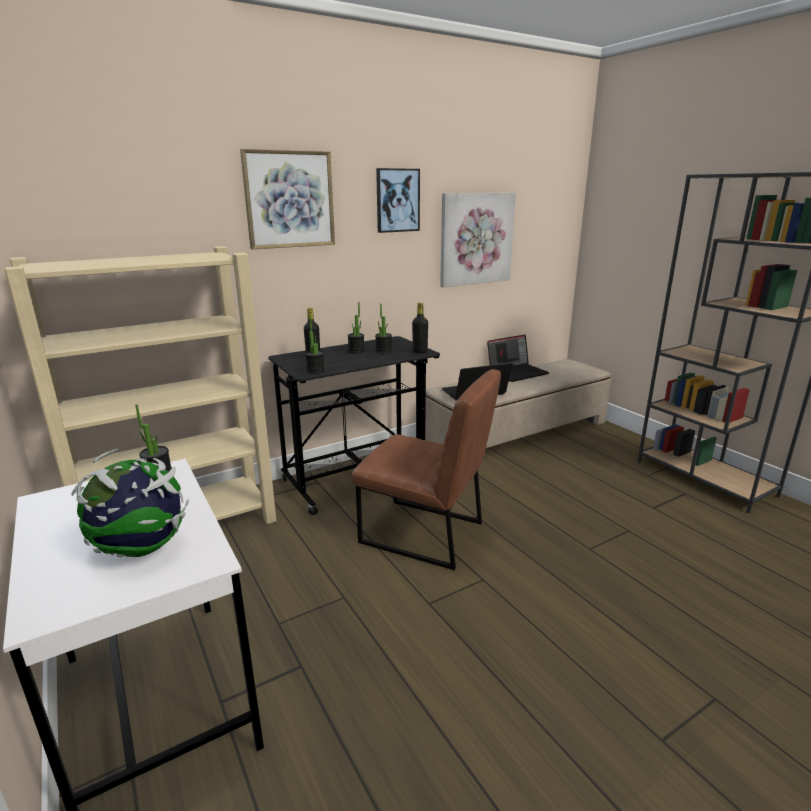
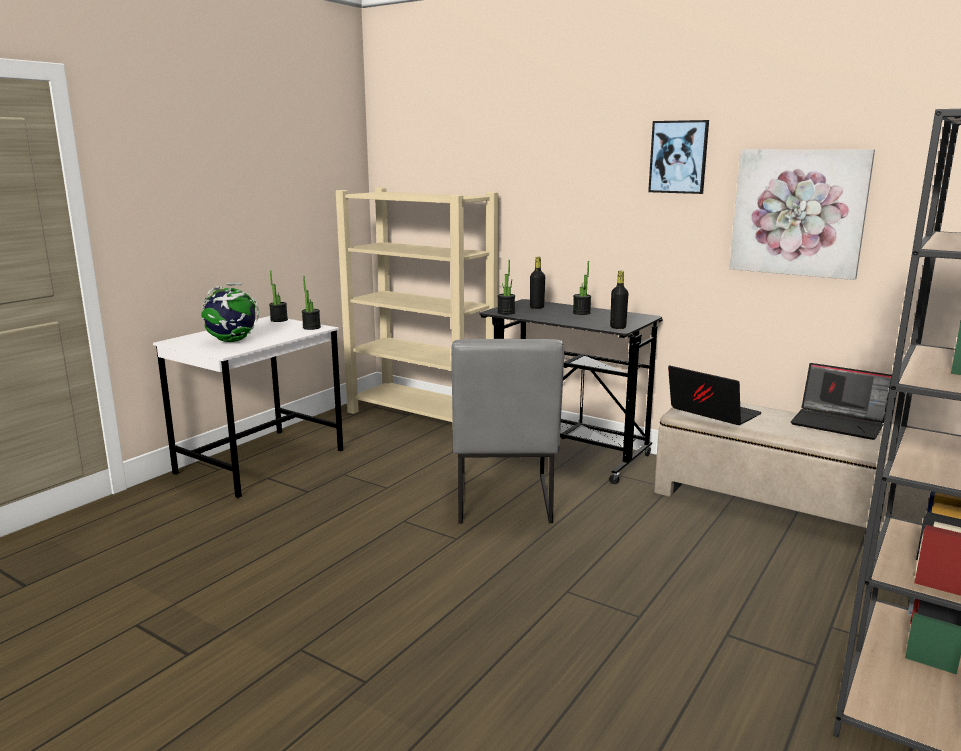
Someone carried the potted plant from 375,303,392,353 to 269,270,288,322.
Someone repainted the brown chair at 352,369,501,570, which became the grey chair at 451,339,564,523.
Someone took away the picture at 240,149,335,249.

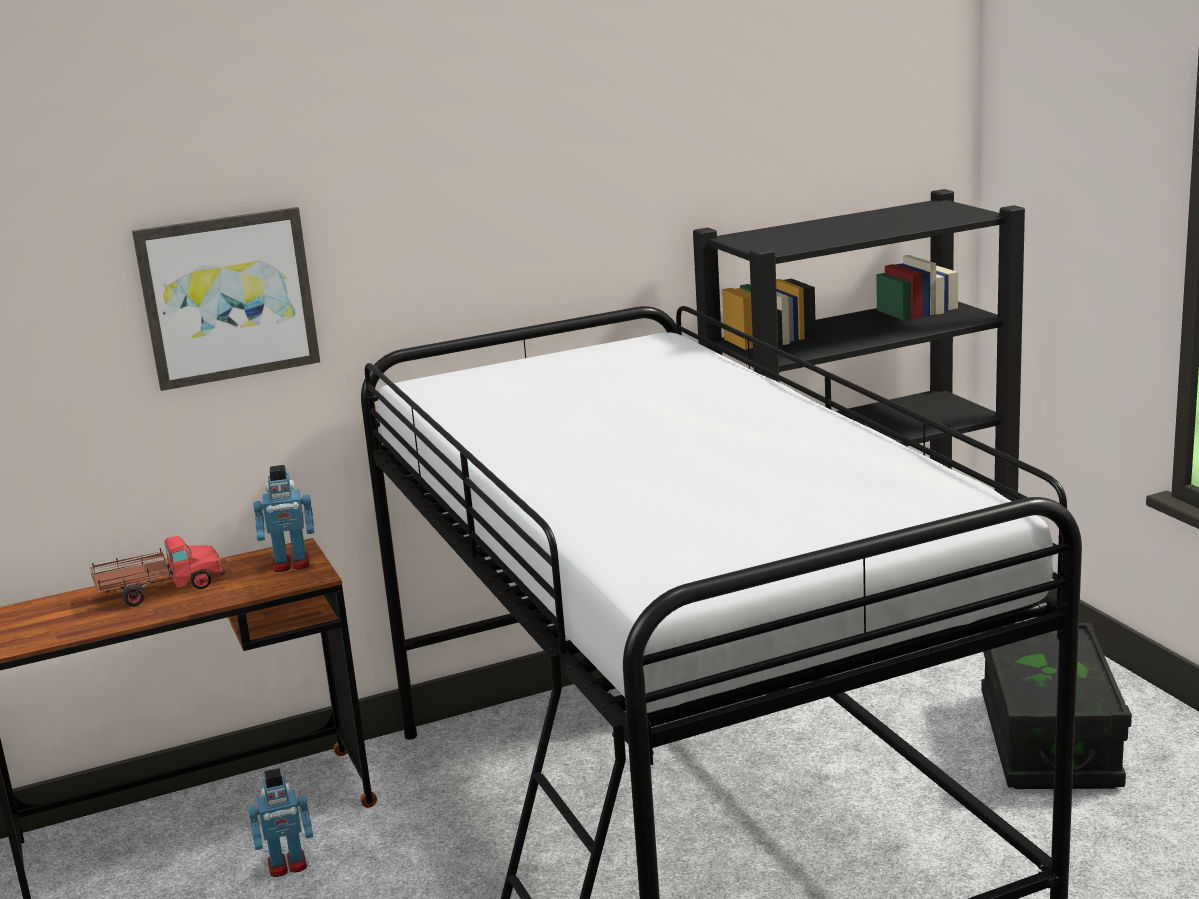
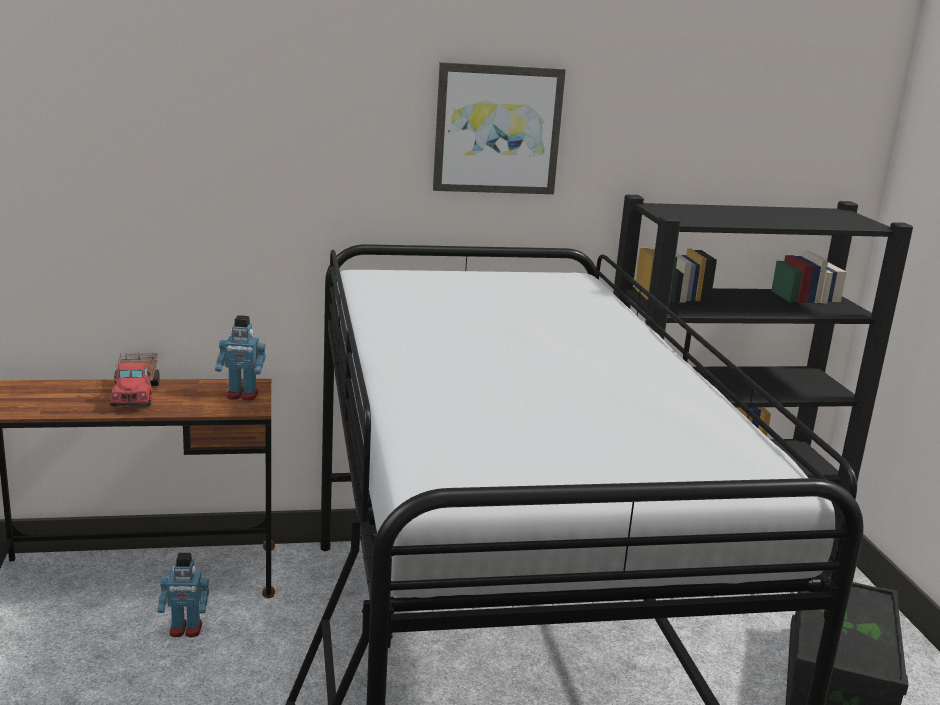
Someone rotated the toy truck at 90,536,225,606 by 90 degrees clockwise.
Someone carried the picture from 132,207,320,391 to 433,62,566,194.

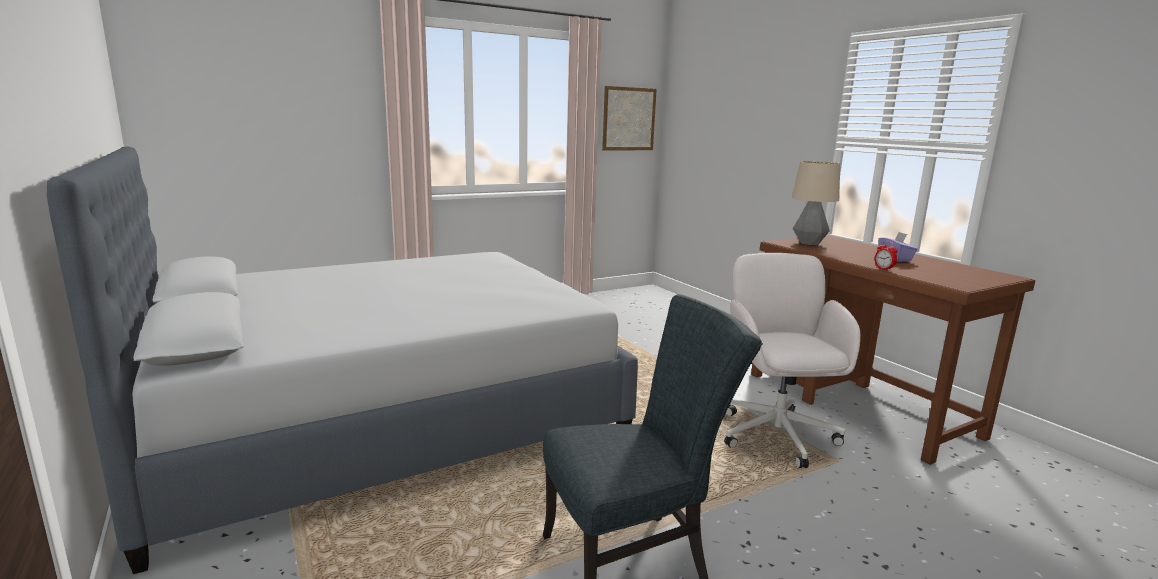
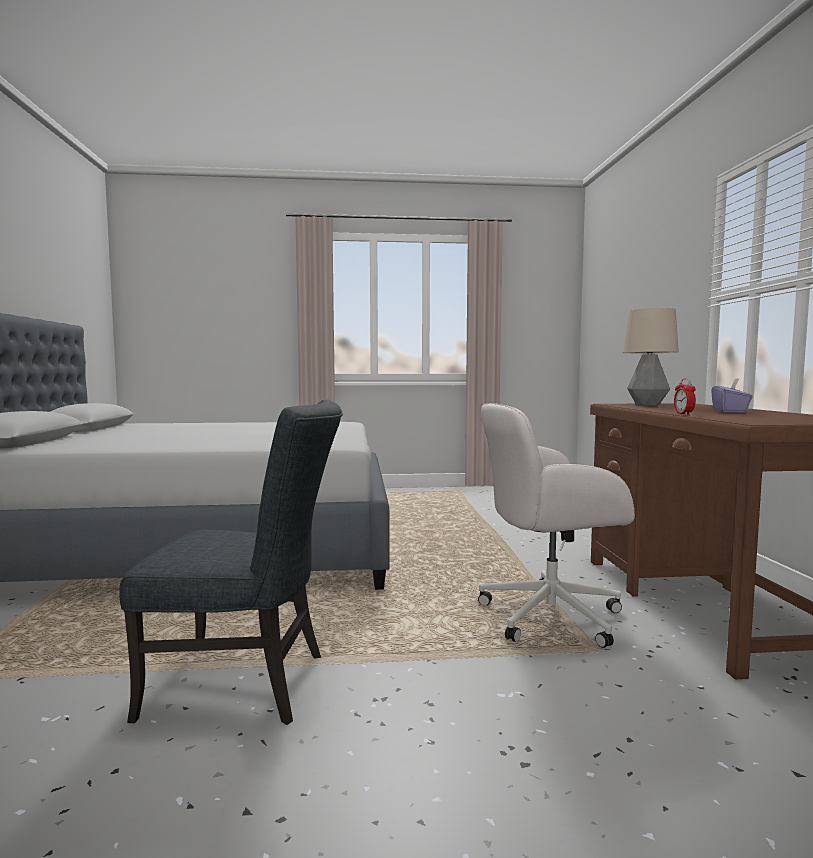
Someone rotated the white office chair at 724,253,861,468 by 120 degrees counterclockwise.
Someone took away the picture at 602,86,657,150.

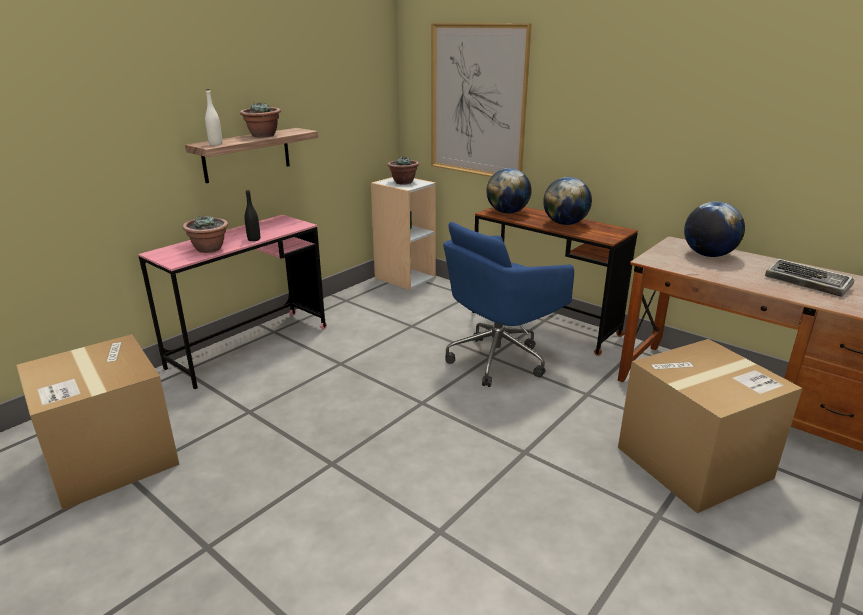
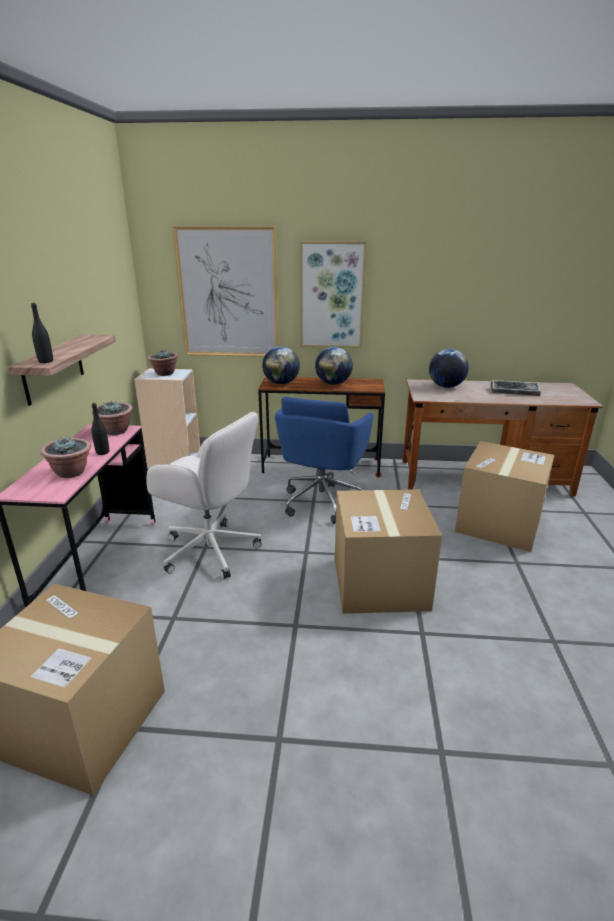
Someone repainted the white bottle at 205,89,222,146, which became the black bottle at 31,303,53,363.
Someone carried the potted plant from 240,102,281,138 to 92,401,133,435.
Someone put down the white office chair at 146,412,262,579.
Someone put up the picture at 300,241,367,348.
Someone put down the cardboard box at 335,489,442,614.

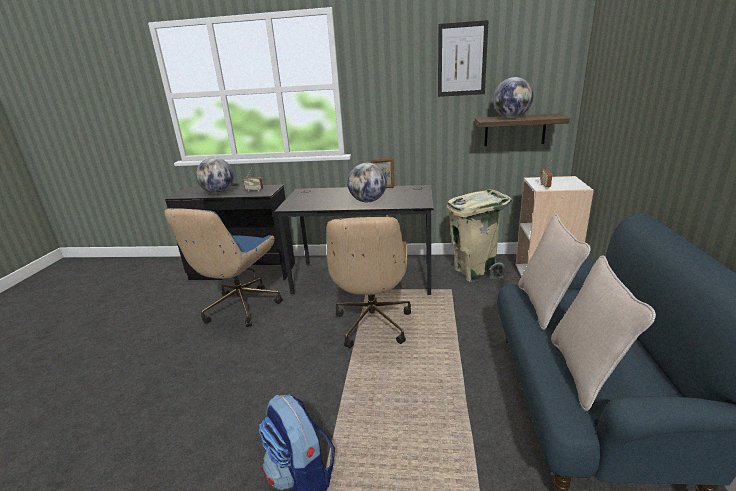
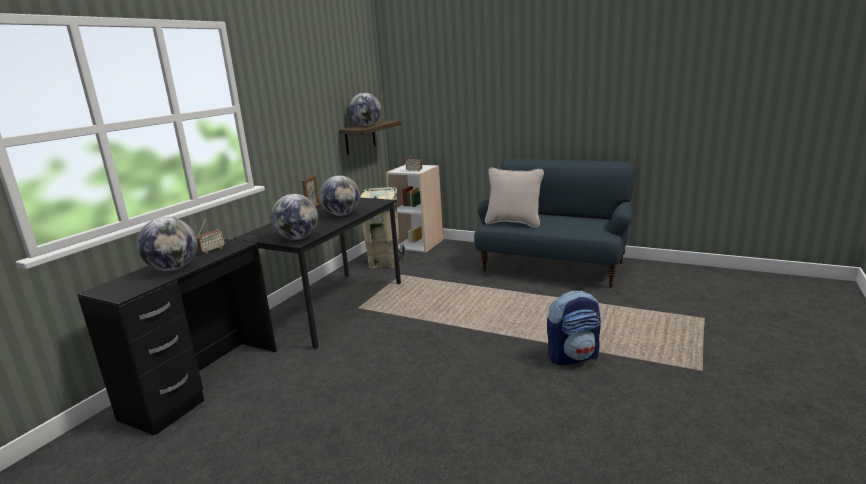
Someone put down the globe at 271,194,318,240.
Someone took away the blue office chair at 164,208,283,327.
Someone took away the brown office chair at 327,217,411,348.
Someone took away the picture at 438,20,489,97.
Someone took away the beige pillow at 551,255,656,411.

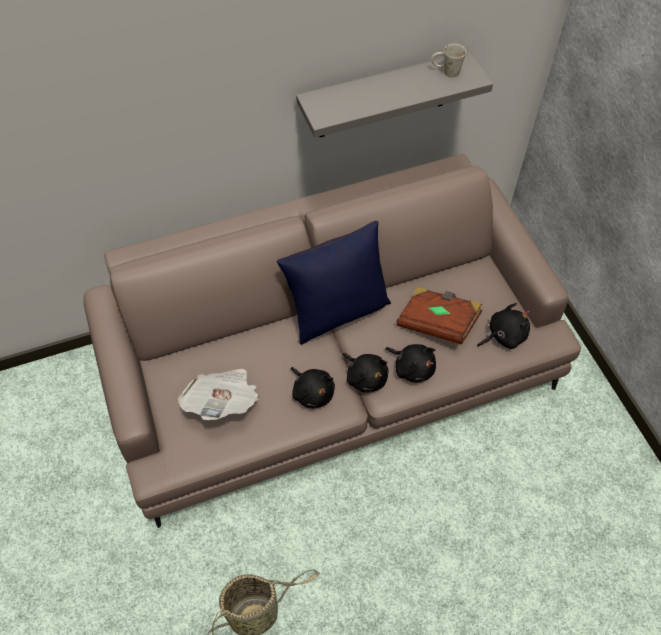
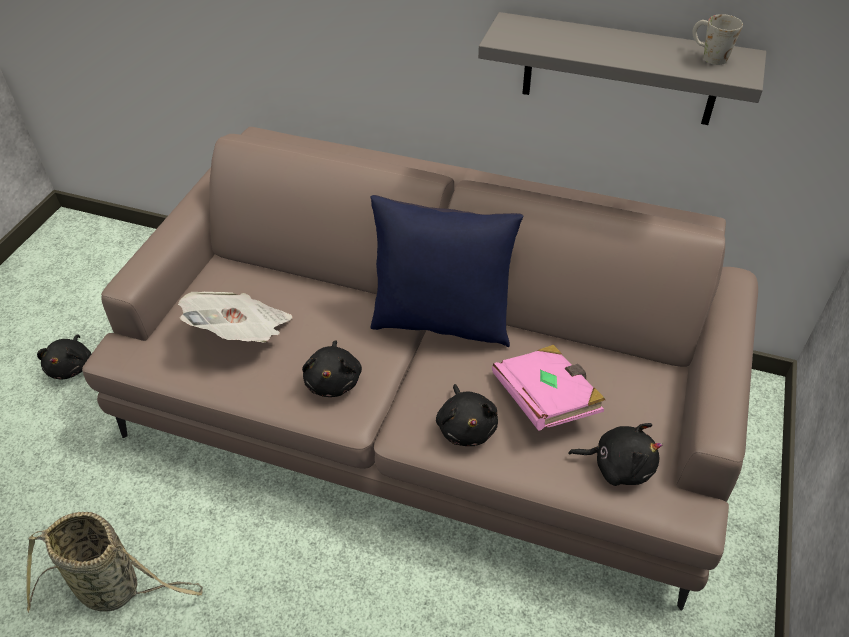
Someone carried the black plush toy from 343,353,388,393 to 37,334,92,379.
Someone repainted the brown book at 396,287,482,344, which became the pink book at 492,345,605,431.

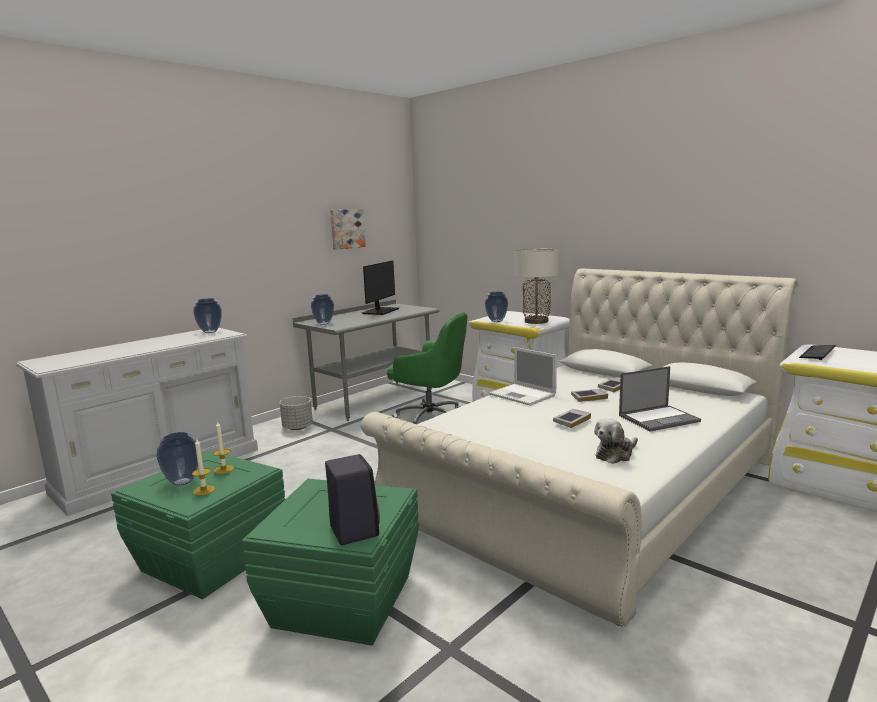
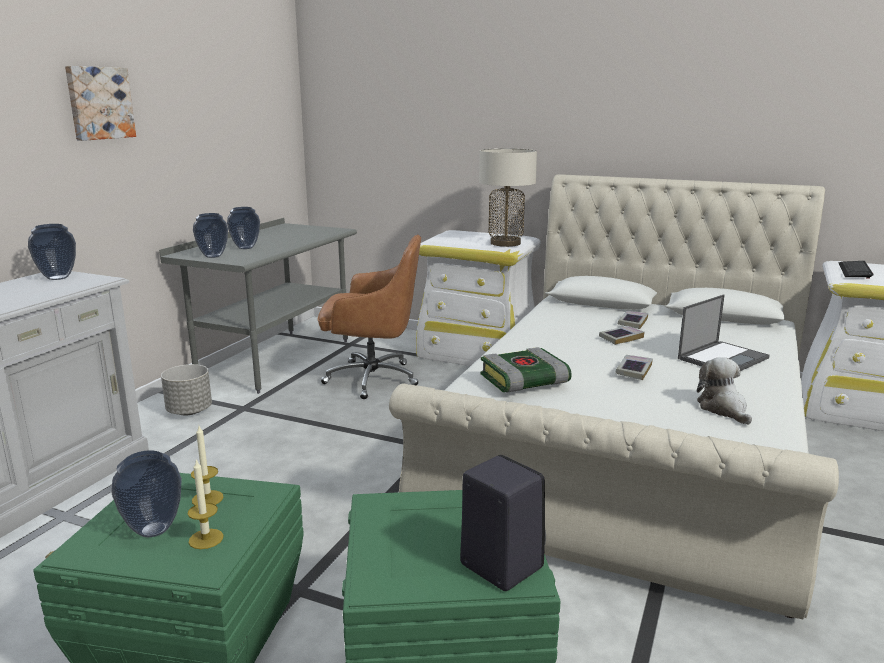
Someone carried the picture from 330,209,366,250 to 65,66,136,141.
Someone carried the vase from 485,292,508,322 to 227,207,260,249.
Someone repainted the green office chair at 386,312,468,424, which became the brown office chair at 318,234,421,399.
Someone put down the book at 480,347,571,393.
Someone rotated the plush toy at 594,418,638,464 by 135 degrees clockwise.
Someone took away the monitor at 362,260,399,315.
Someone took away the laptop at 489,347,557,406.

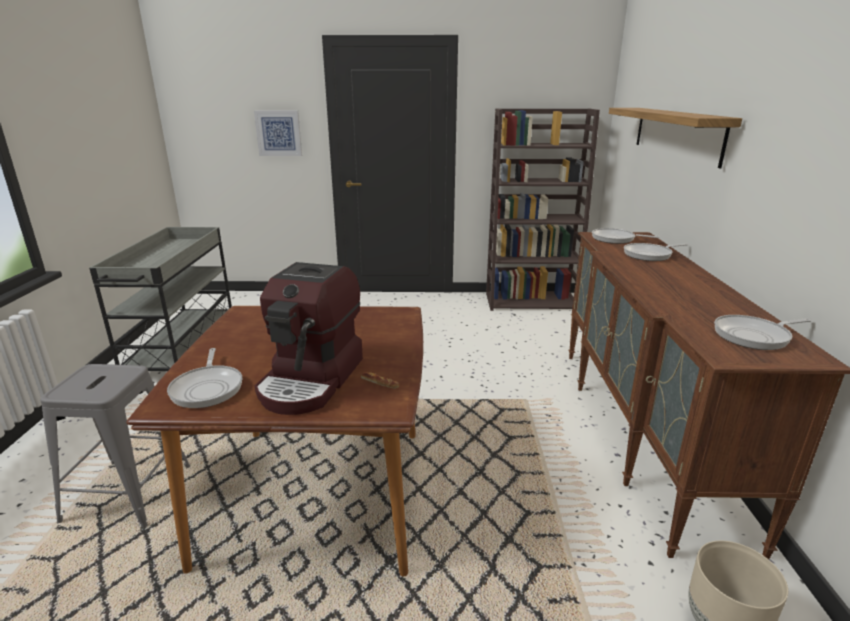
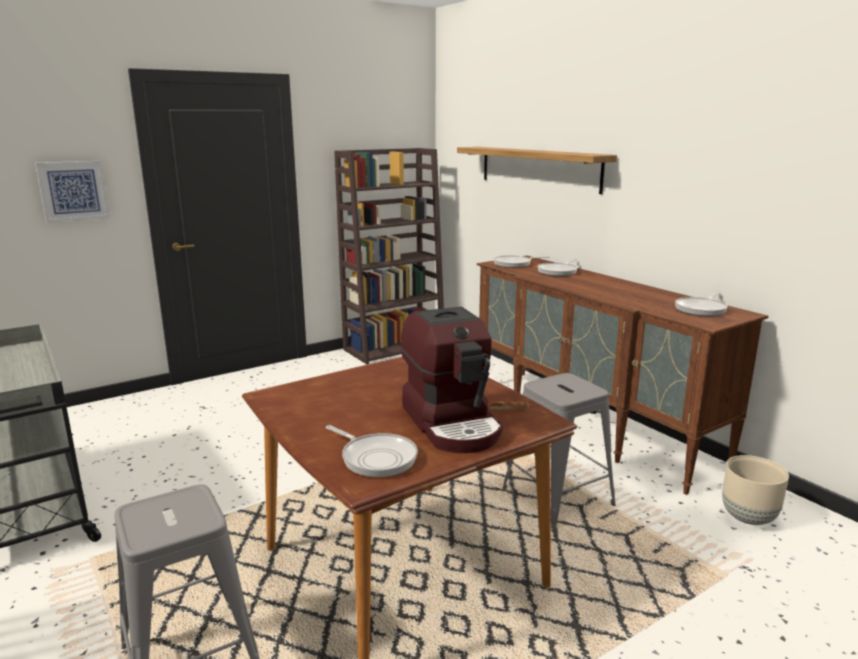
Someone put down the grey stool at 502,373,616,529.

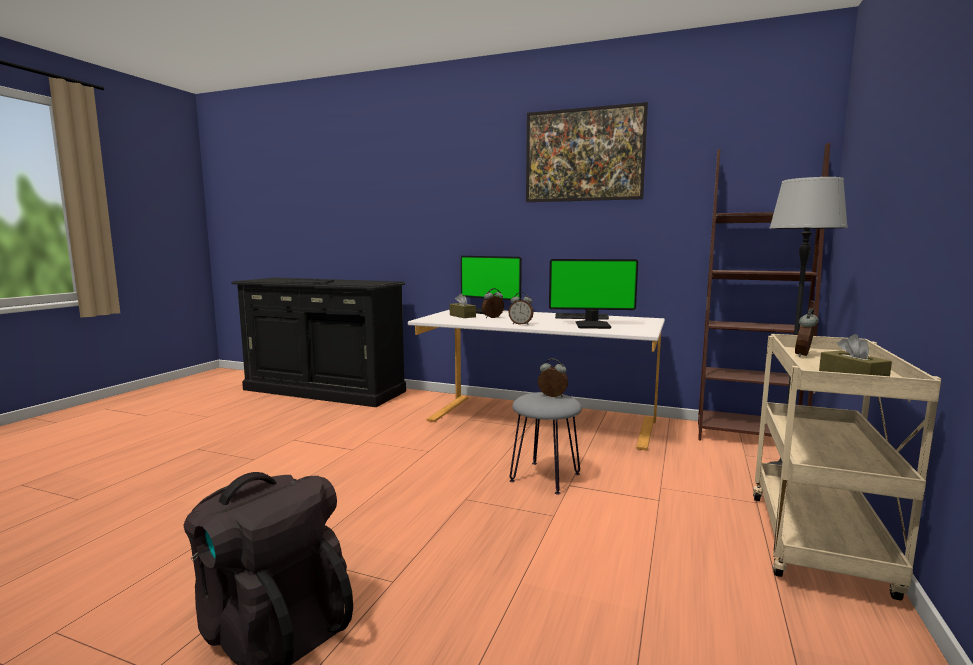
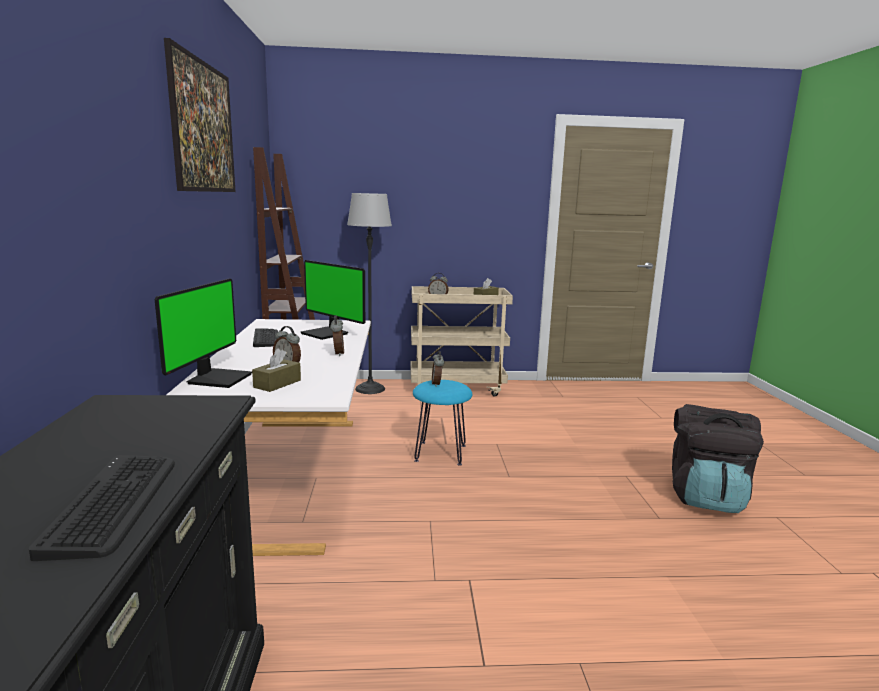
Someone rotated the monitor at 549,259,638,329 by 150 degrees clockwise.
Someone repainted the grey stool at 510,392,582,495, which became the turquoise stool at 413,380,472,466.

